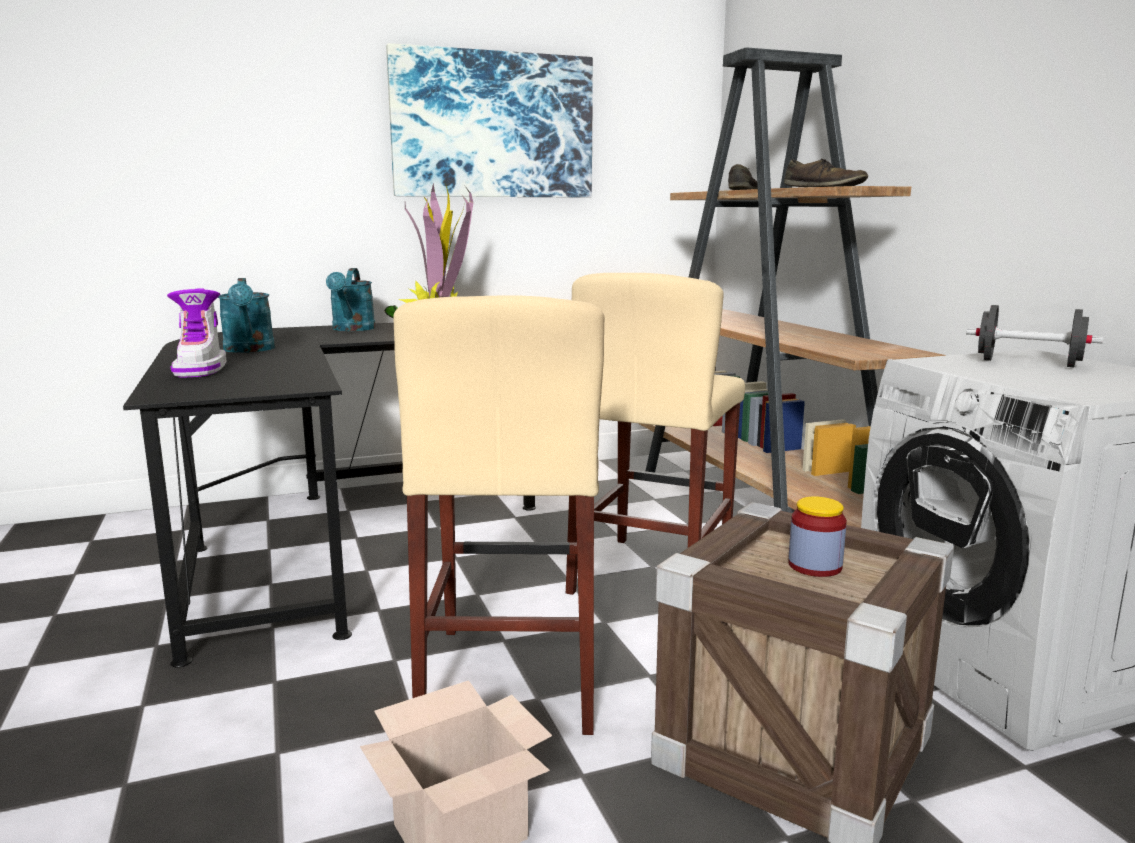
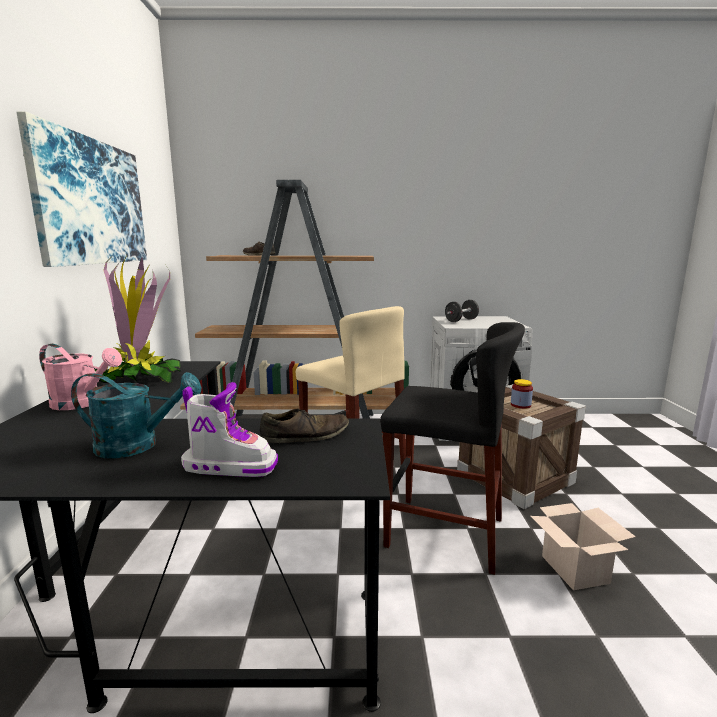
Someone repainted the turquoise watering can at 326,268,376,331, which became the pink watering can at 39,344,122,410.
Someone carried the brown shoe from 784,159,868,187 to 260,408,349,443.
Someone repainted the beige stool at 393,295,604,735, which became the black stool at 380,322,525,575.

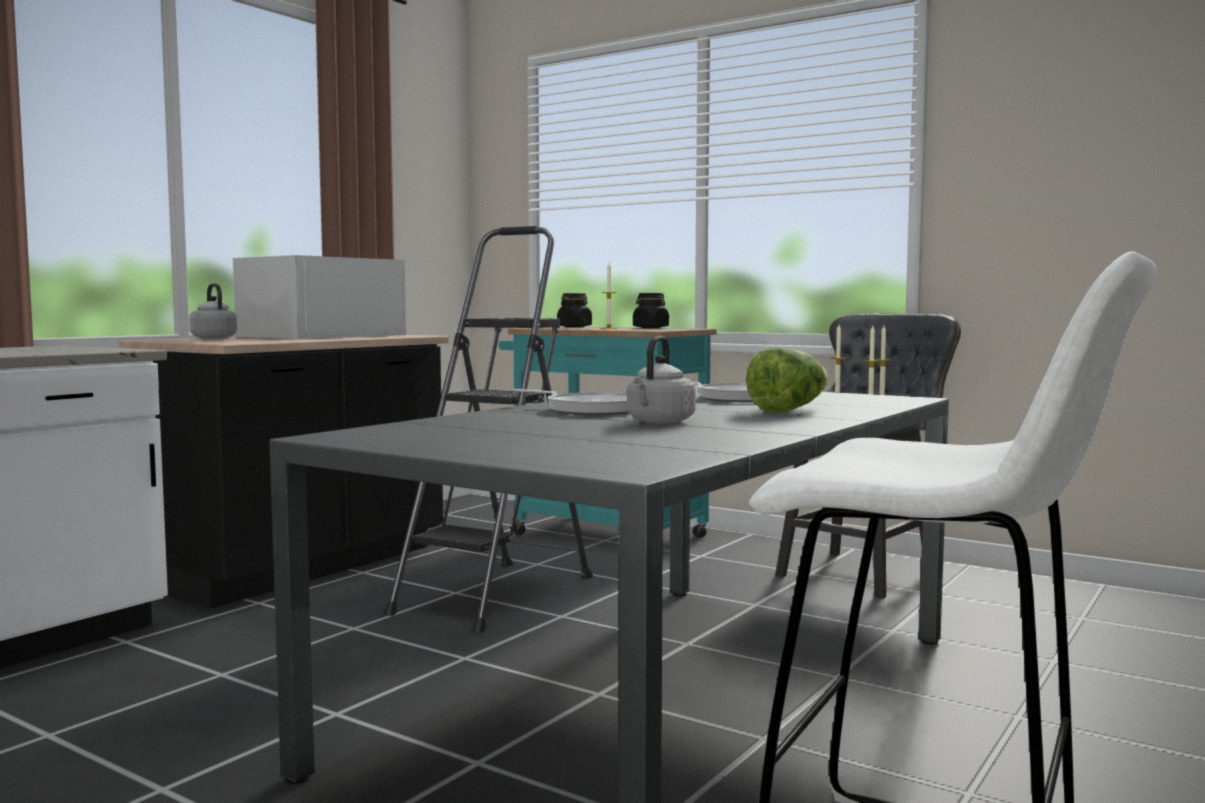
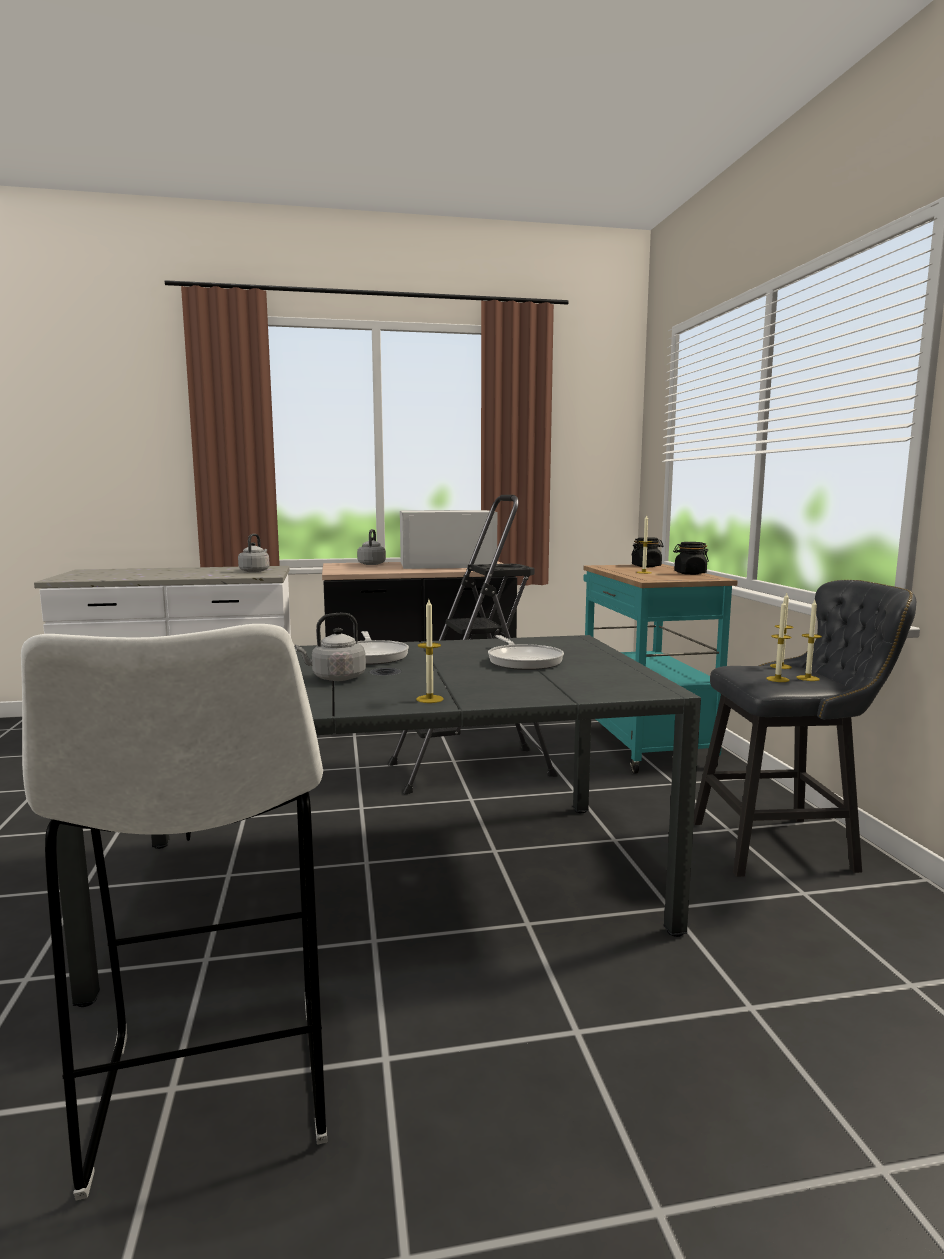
Someone put down the grey kettle at 238,534,270,572.
Someone put down the candle at 416,599,444,703.
Someone took away the lettuce at 746,347,828,412.

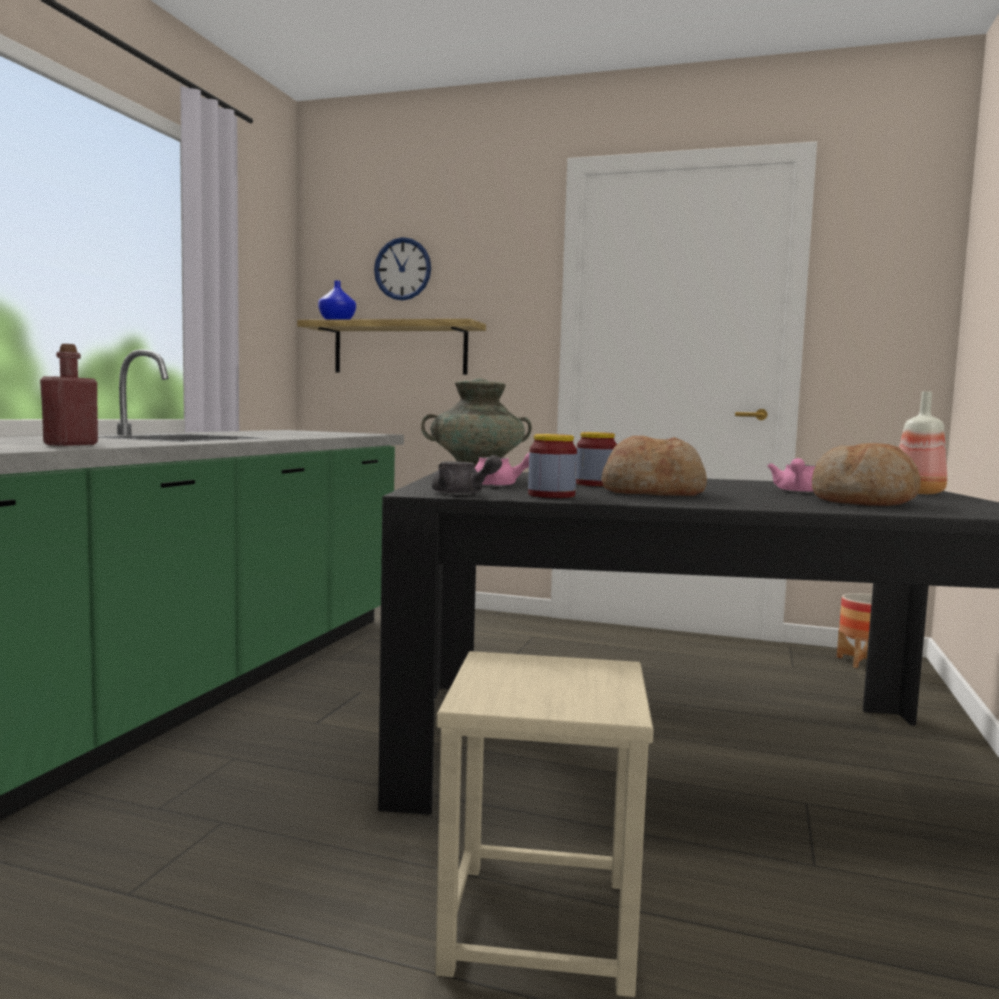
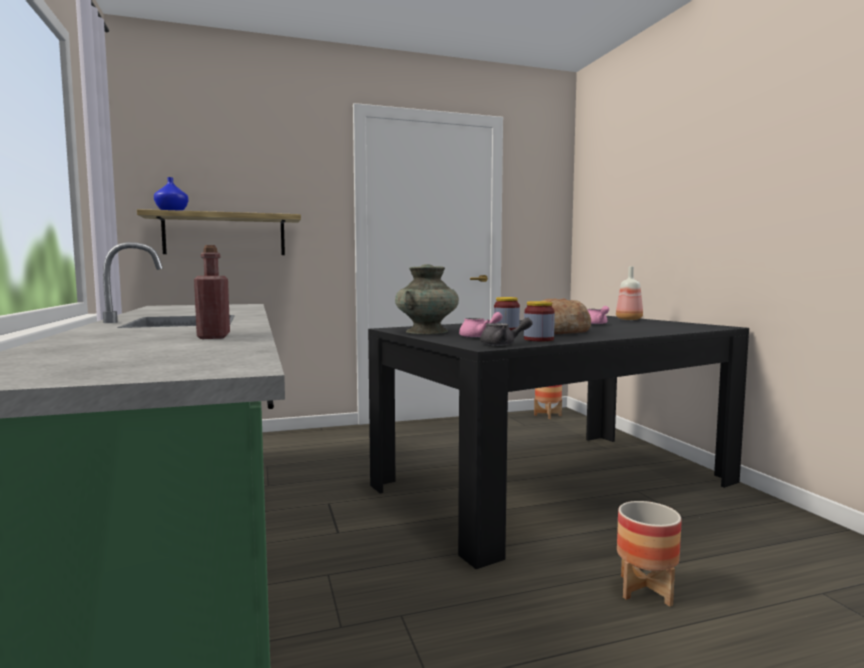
Someone swapped the beige stool at 435,651,654,997 for the planter at 617,501,682,607.
Someone took away the wall clock at 374,237,431,301.
Someone took away the bread at 812,443,921,506.

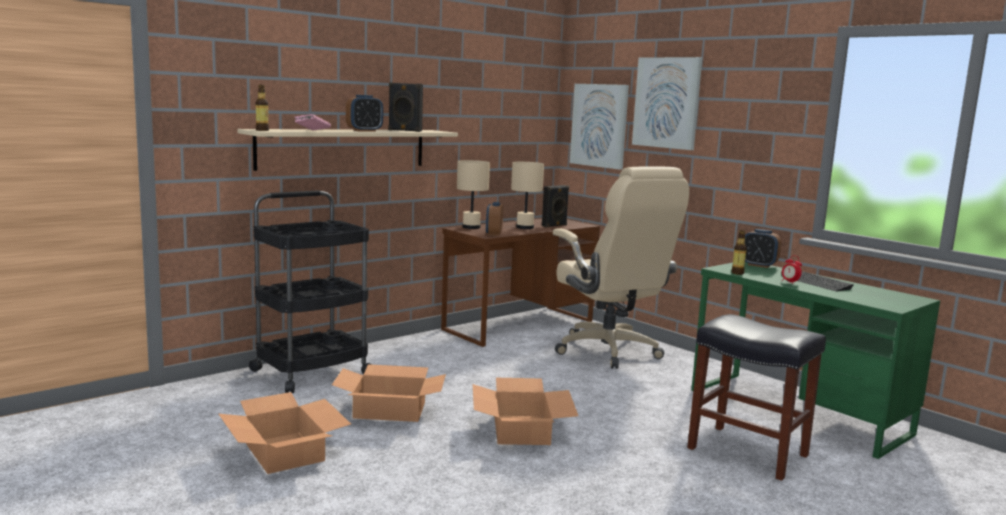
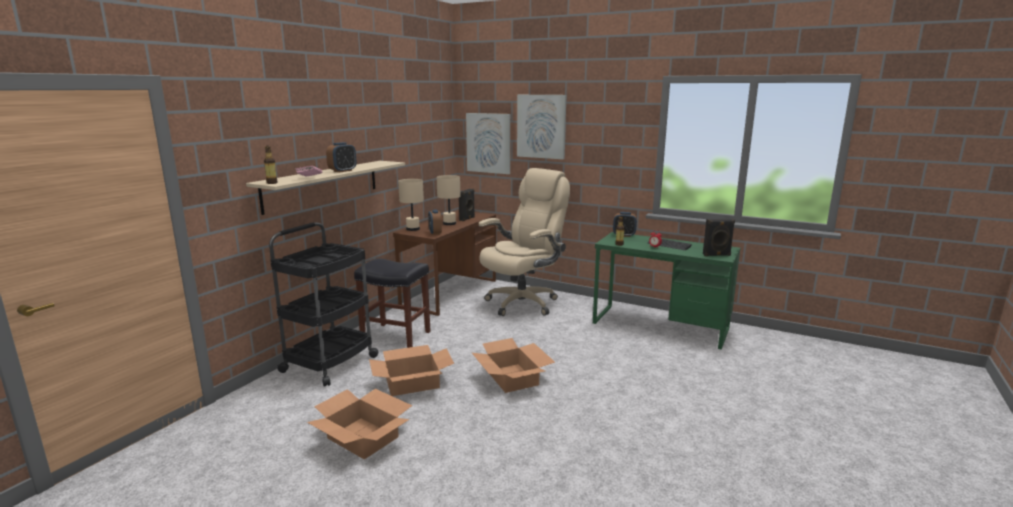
Someone carried the black stool from 687,314,826,481 to 354,258,431,348.
Someone rotated the beige office chair at 553,166,689,369 by 90 degrees counterclockwise.
Someone carried the black speaker from 388,82,423,132 to 703,218,735,256.

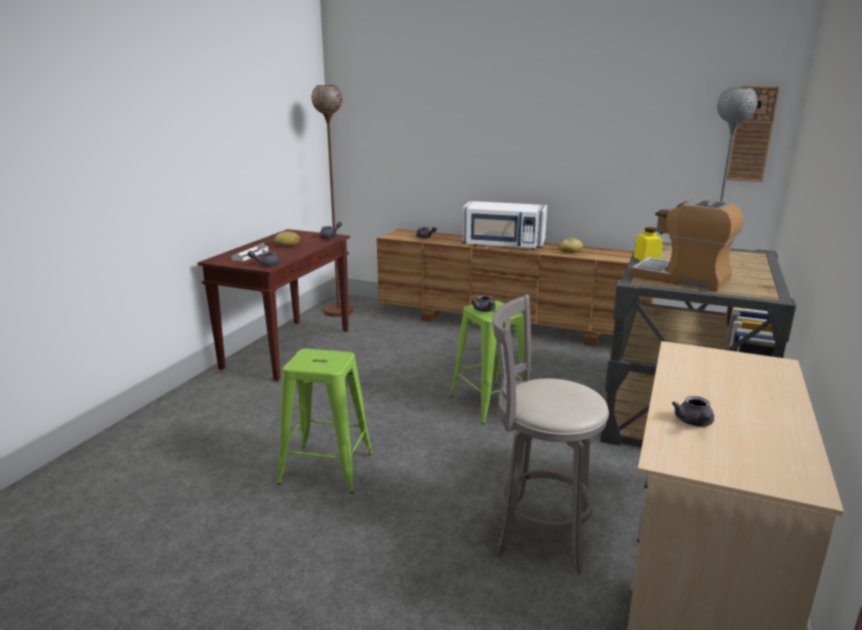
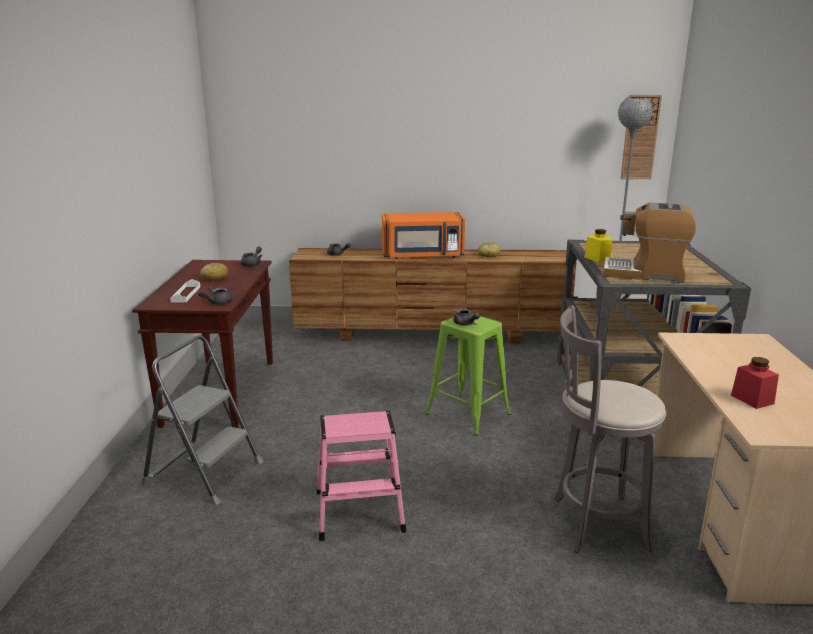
Someone put down the grey step ladder at 142,335,263,505.
Someone swapped the green stool at 277,348,373,493 for the pink step ladder at 316,410,406,541.
Someone repainted the white microwave at 462,201,547,250, which became the orange microwave at 382,212,465,259.
Someone swapped the grey teapot at 672,396,714,427 for the red jar at 731,357,779,409.
Someone took away the brown floor lamp at 312,85,354,317.

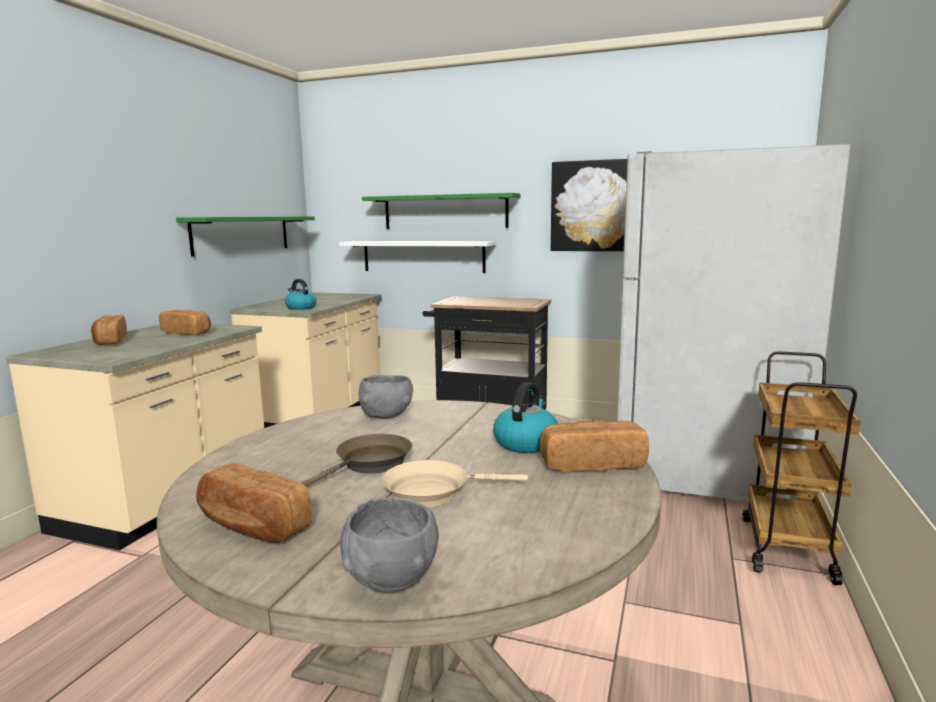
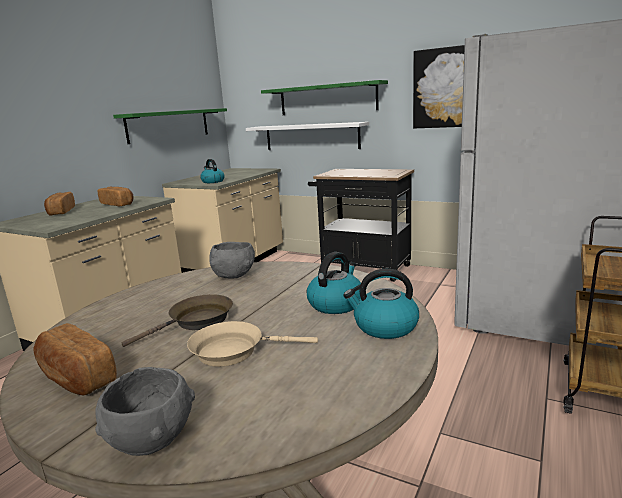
Someone swapped the bread at 540,421,649,471 for the kettle at 343,269,419,339.

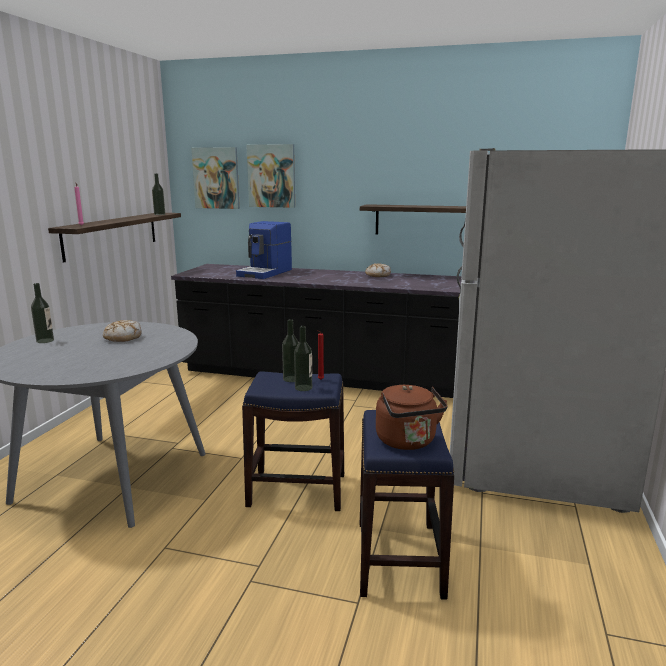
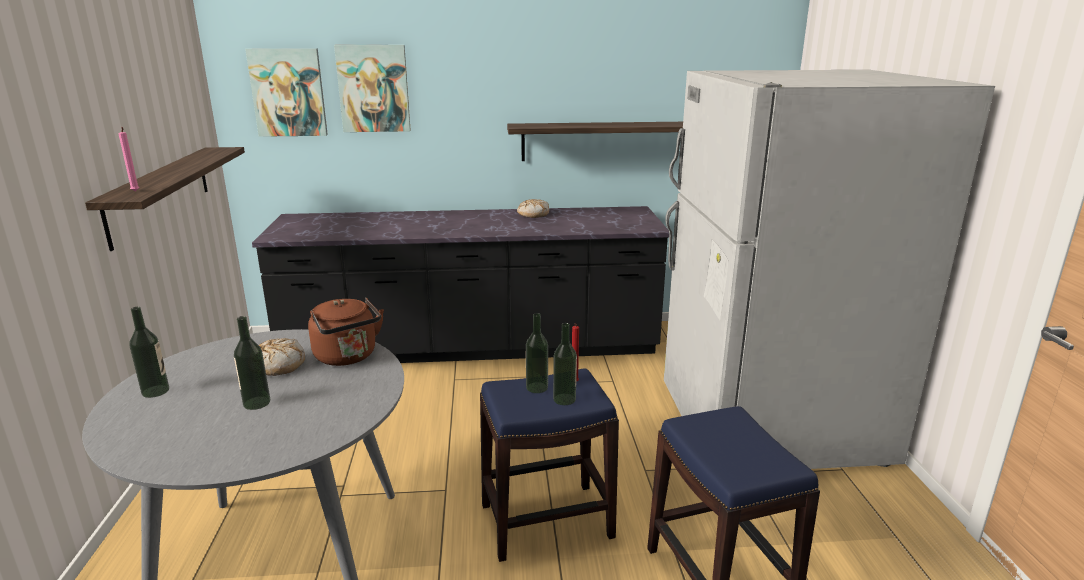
Someone carried the bottle from 152,173,165,215 to 234,316,270,410.
Someone carried the brown kettle from 376,385,447,450 to 308,297,384,366.
Someone took away the coffee machine at 236,221,292,279.

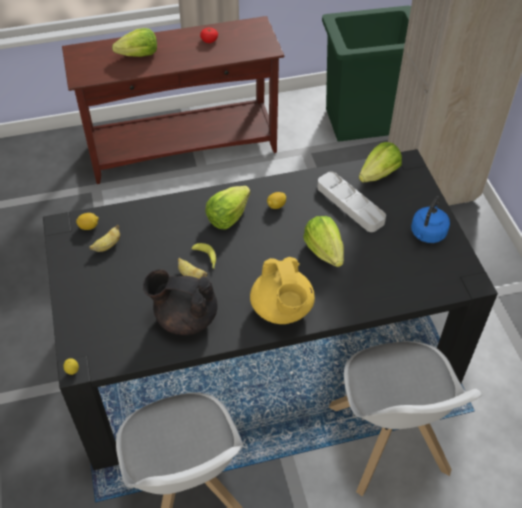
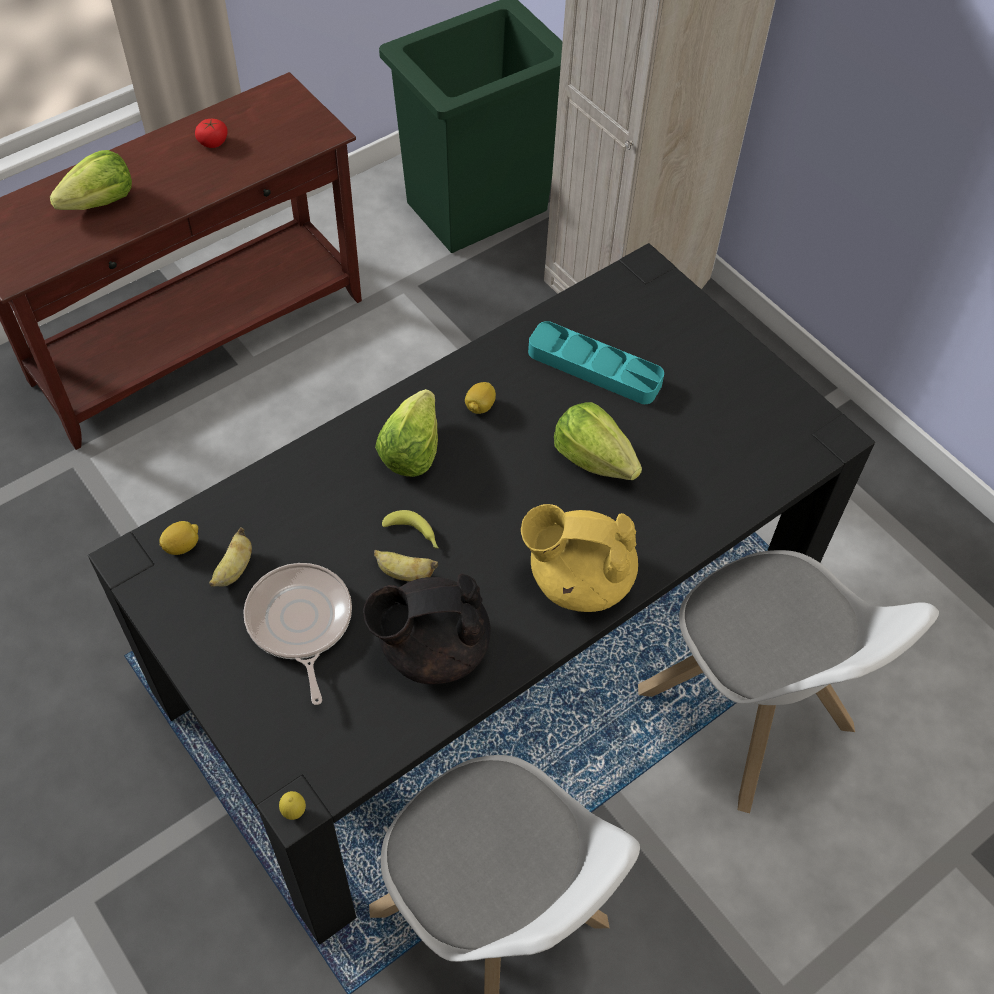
Someone put down the frying pan at 243,563,352,705.
Someone rotated the yellow teapot at 250,257,315,324 by 135 degrees clockwise.
Someone repainted the grey tray at 317,172,386,232, which became the turquoise tray at 528,321,664,404.
Someone took away the lettuce at 359,142,402,182.
Someone took away the blue kettle at 411,196,450,243.

